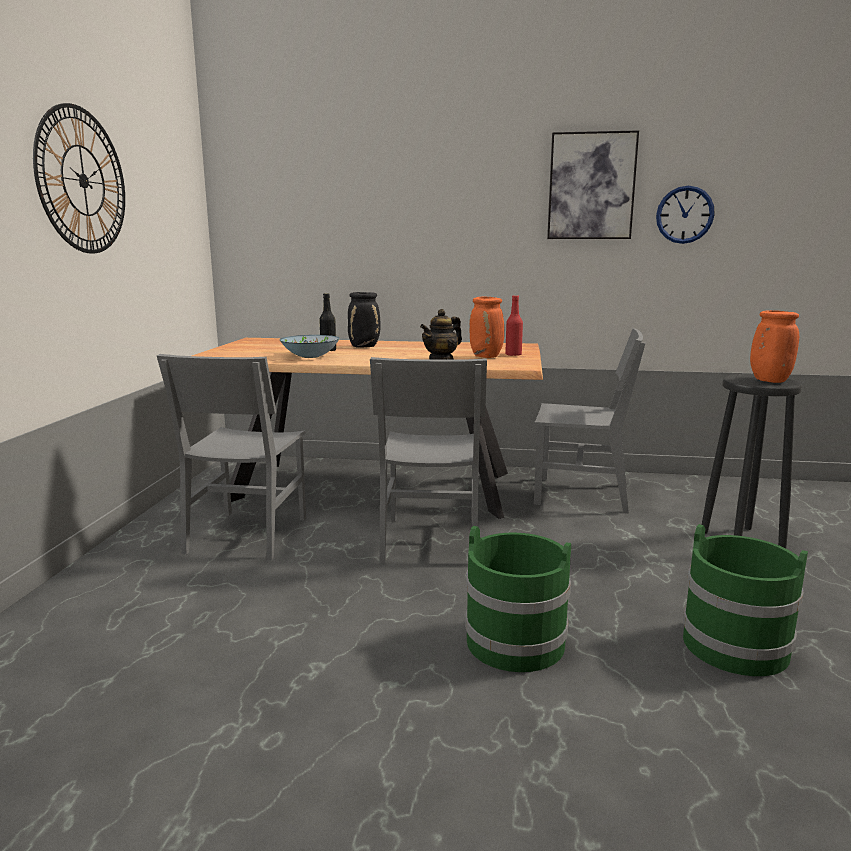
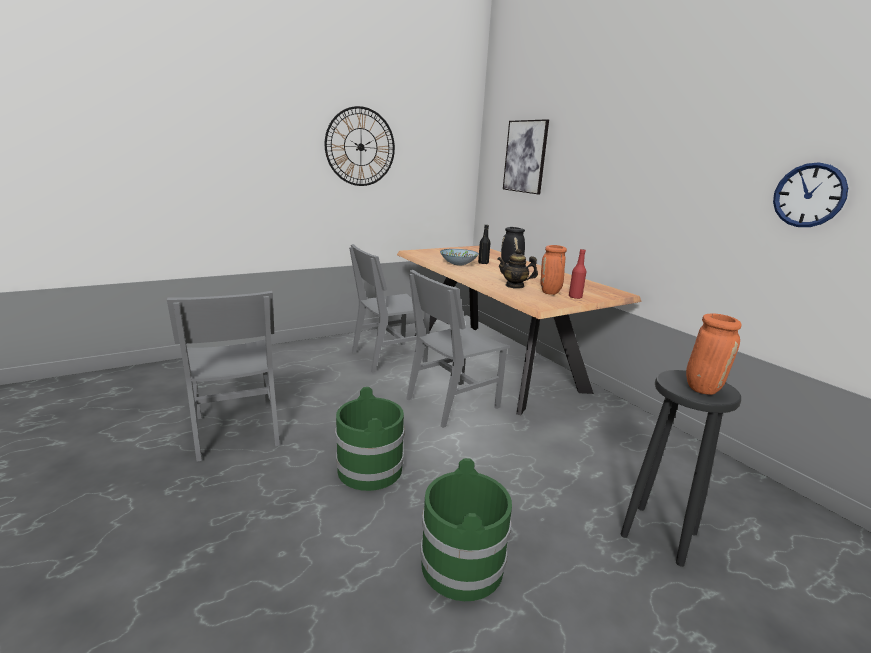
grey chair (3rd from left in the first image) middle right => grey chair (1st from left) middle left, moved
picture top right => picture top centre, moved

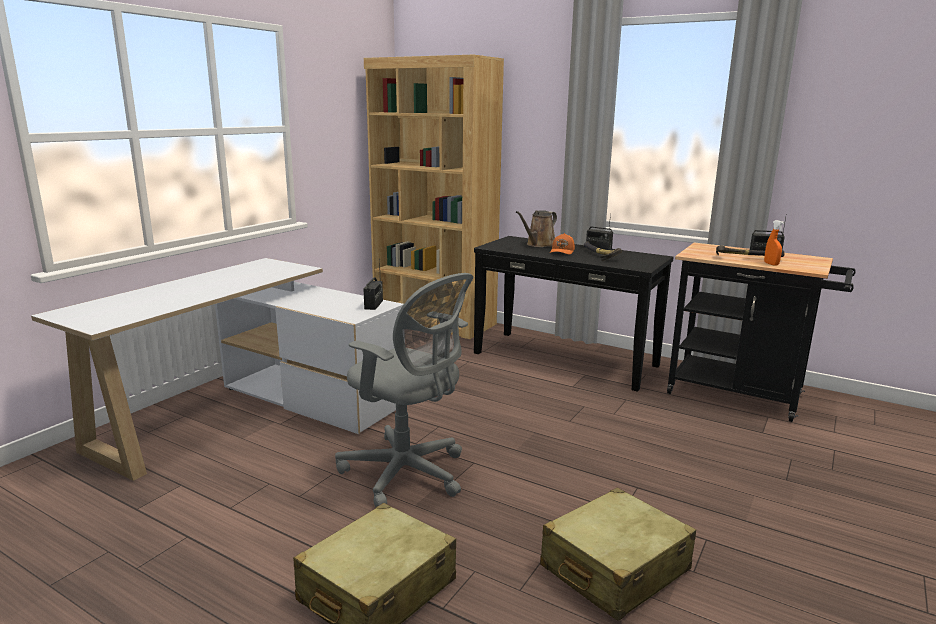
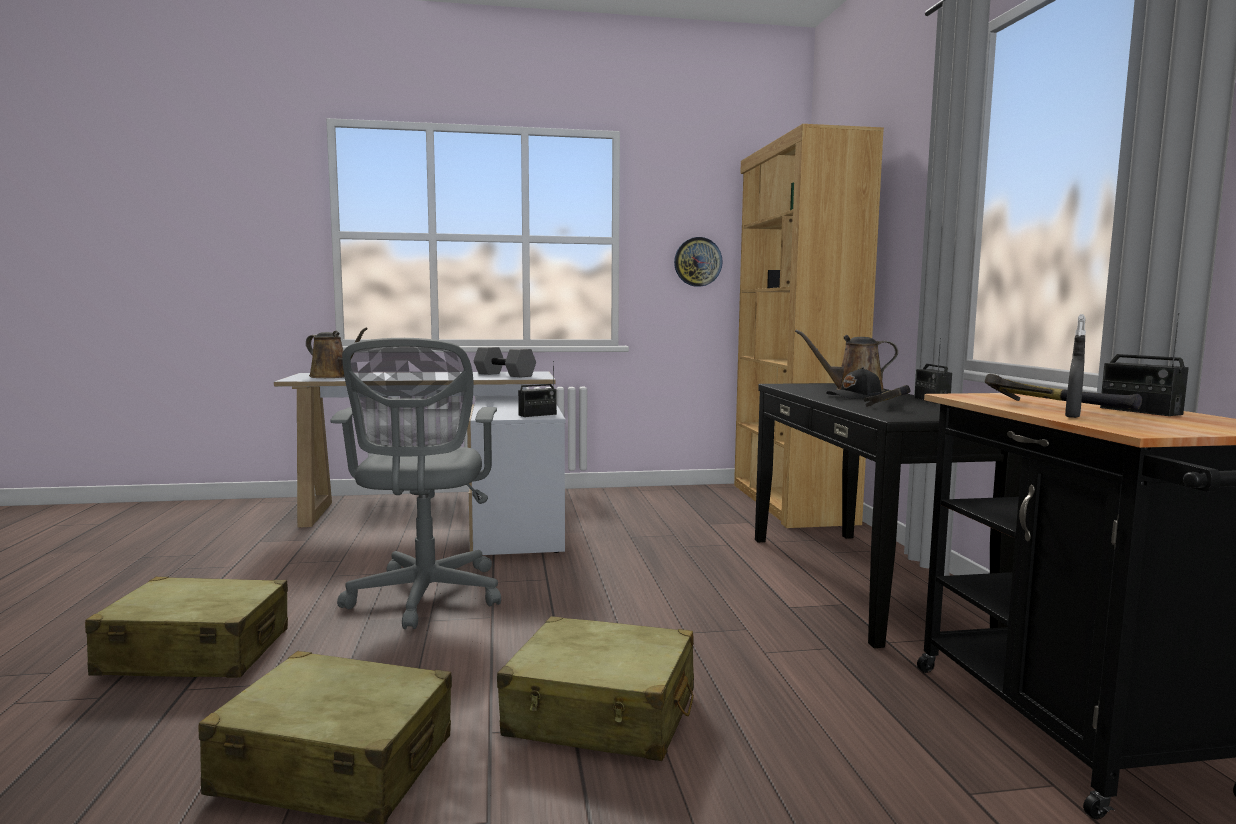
nothing => brown watering can (1st from left) middle left
nothing => grey dumbbell centre
nothing => beige suitcase (3rd from left) bottom centre
nothing => wall clock top centre
orange cap centre => black cap middle right
orange spray bottle middle right => grey spray bottle middle right

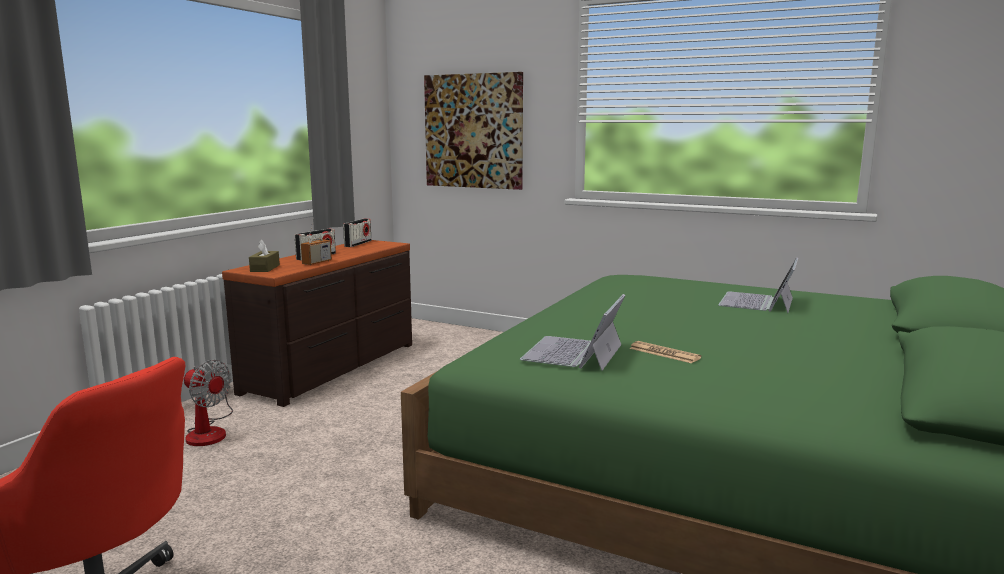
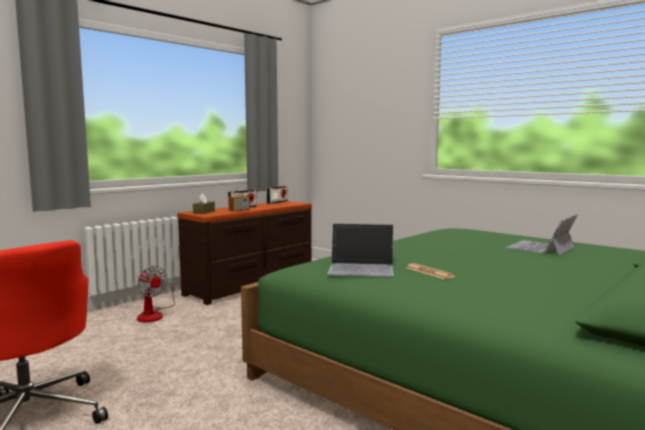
picture top centre => nothing
laptop (1st from left) centre, 120 degrees counterclockwise

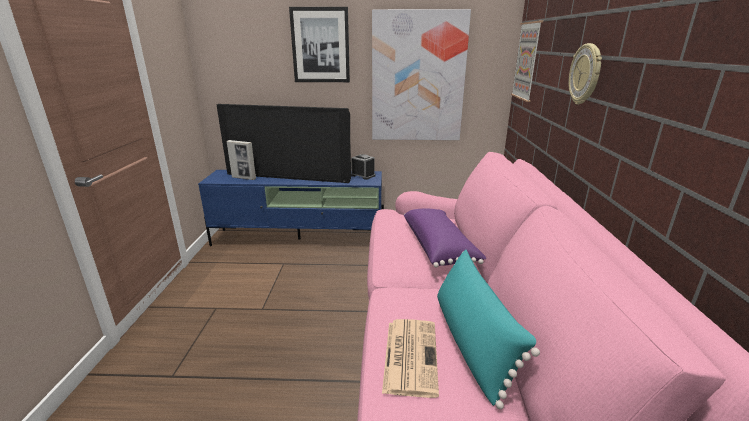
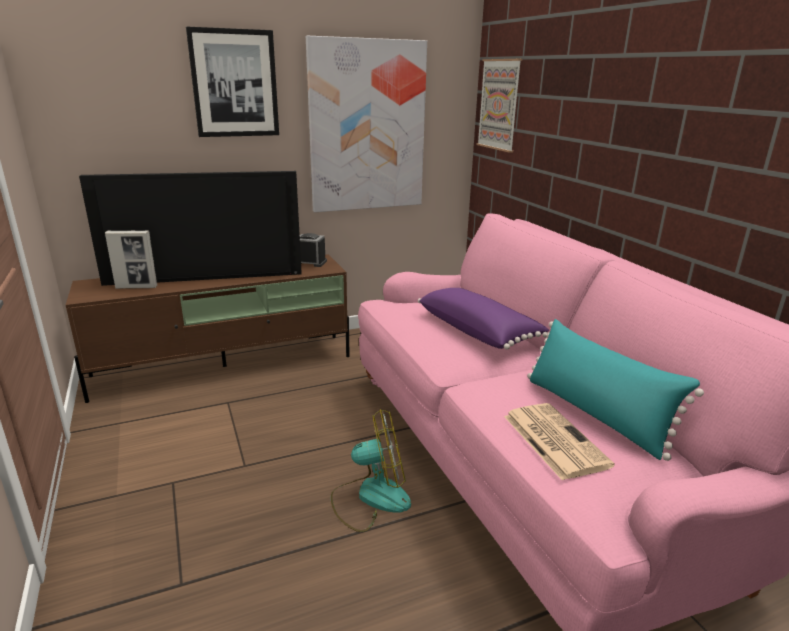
wall clock top right => nothing
nothing => fan bottom centre
blue tv stand centre => brown tv stand middle left

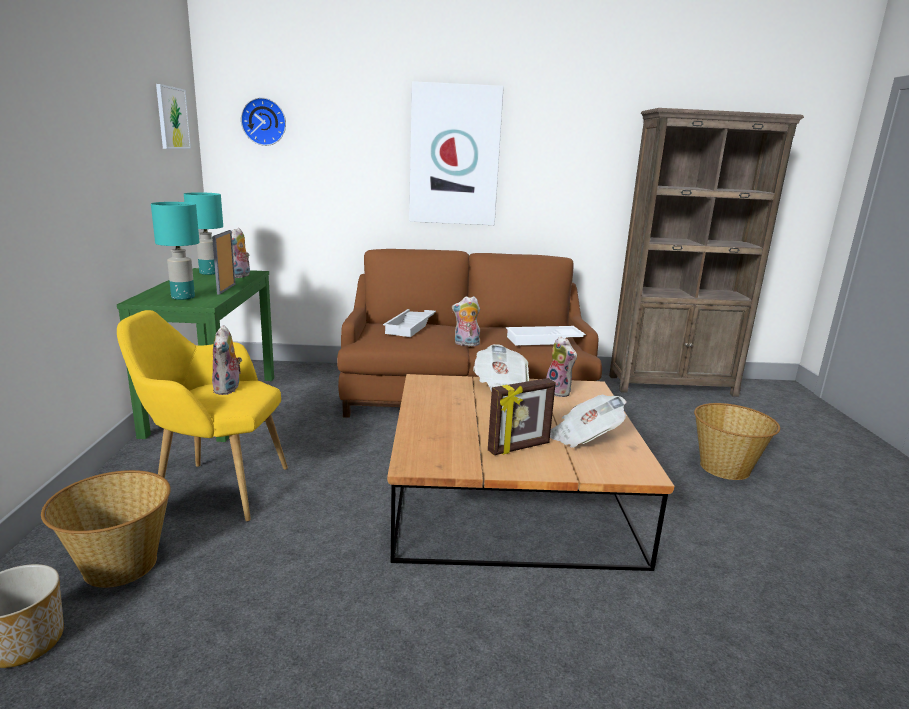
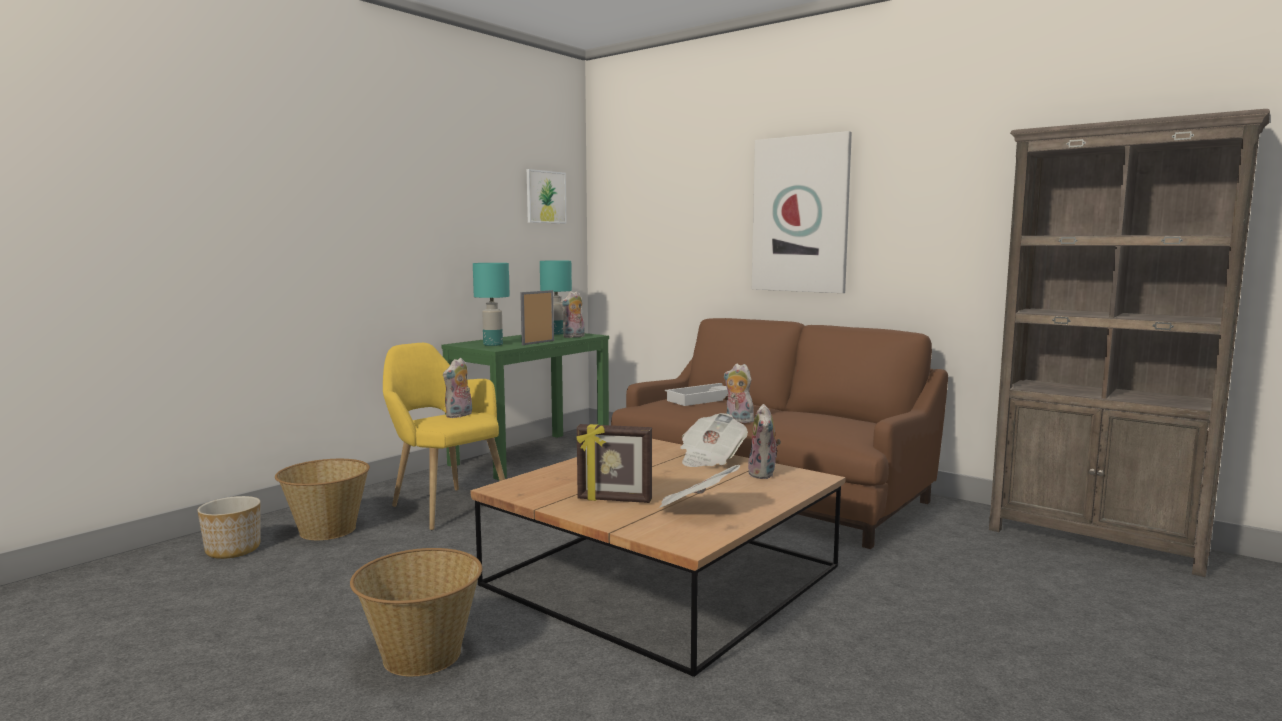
wall clock top left => nothing
white tray (2nd from left) centre => nothing
basket (2nd from left) middle right => basket (2nd from left) bottom left, moved

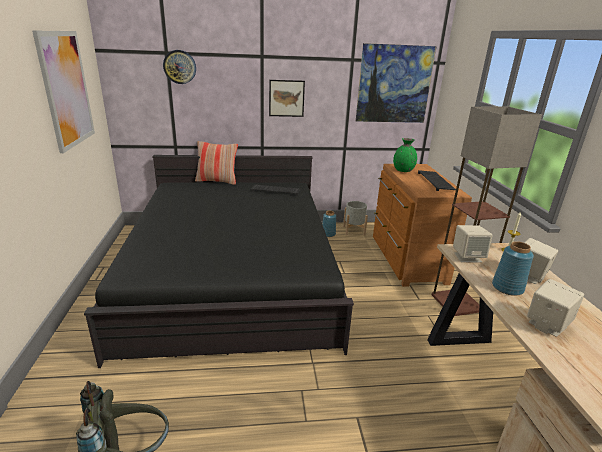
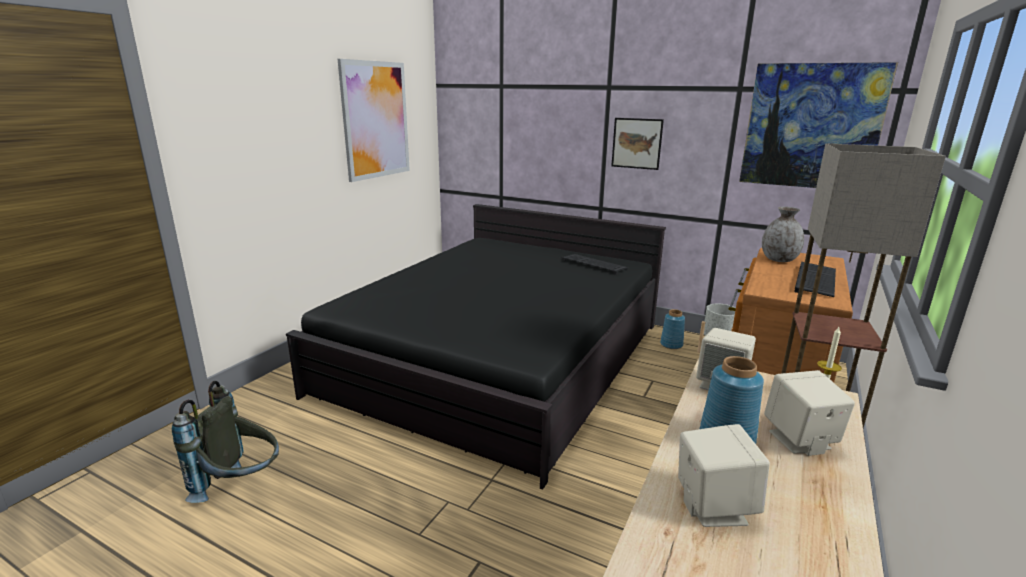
wall clock top left => nothing
pillow centre => nothing
green vase middle right => grey vase middle right

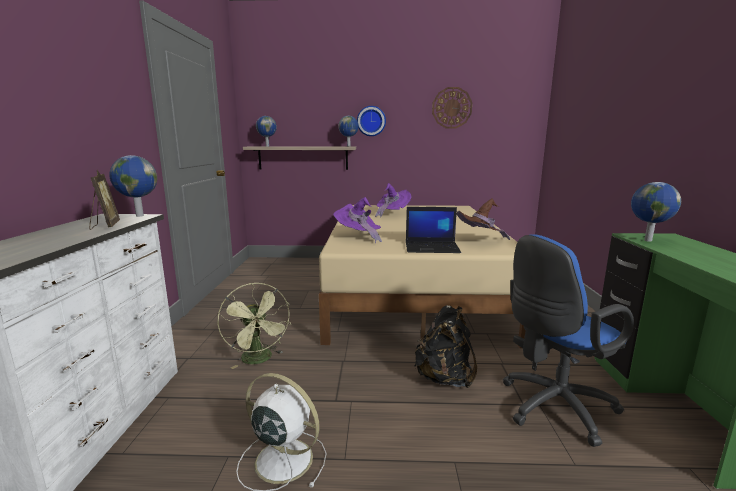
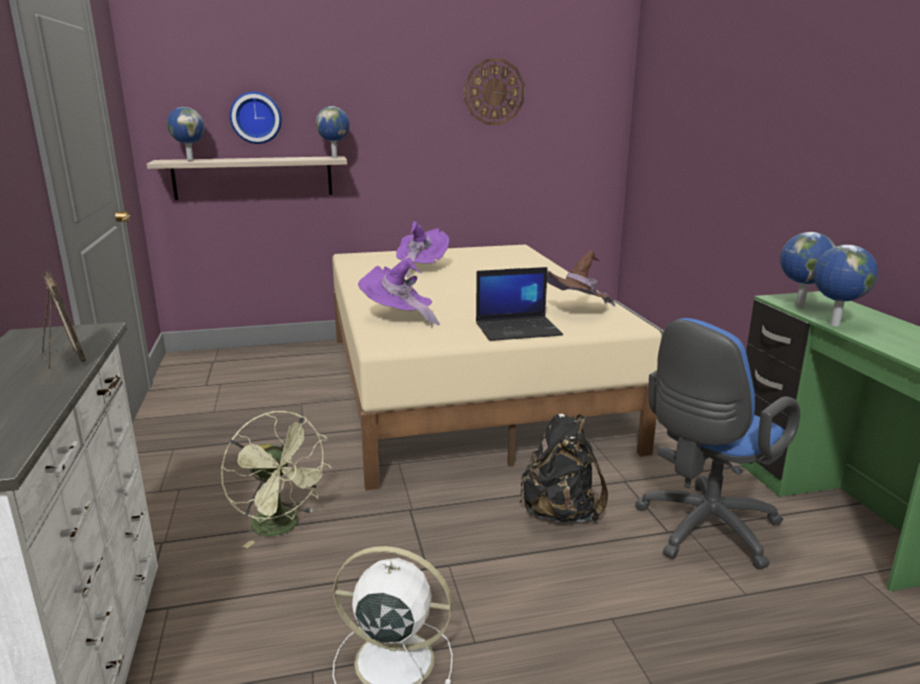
globe (1st from left in the first image) middle left => globe (4th from left) middle right, moved
wall clock (1st from left) top centre => wall clock (1st from left) top left, moved

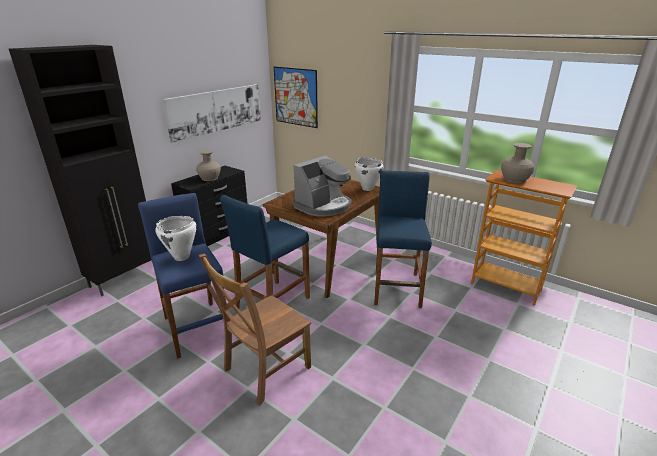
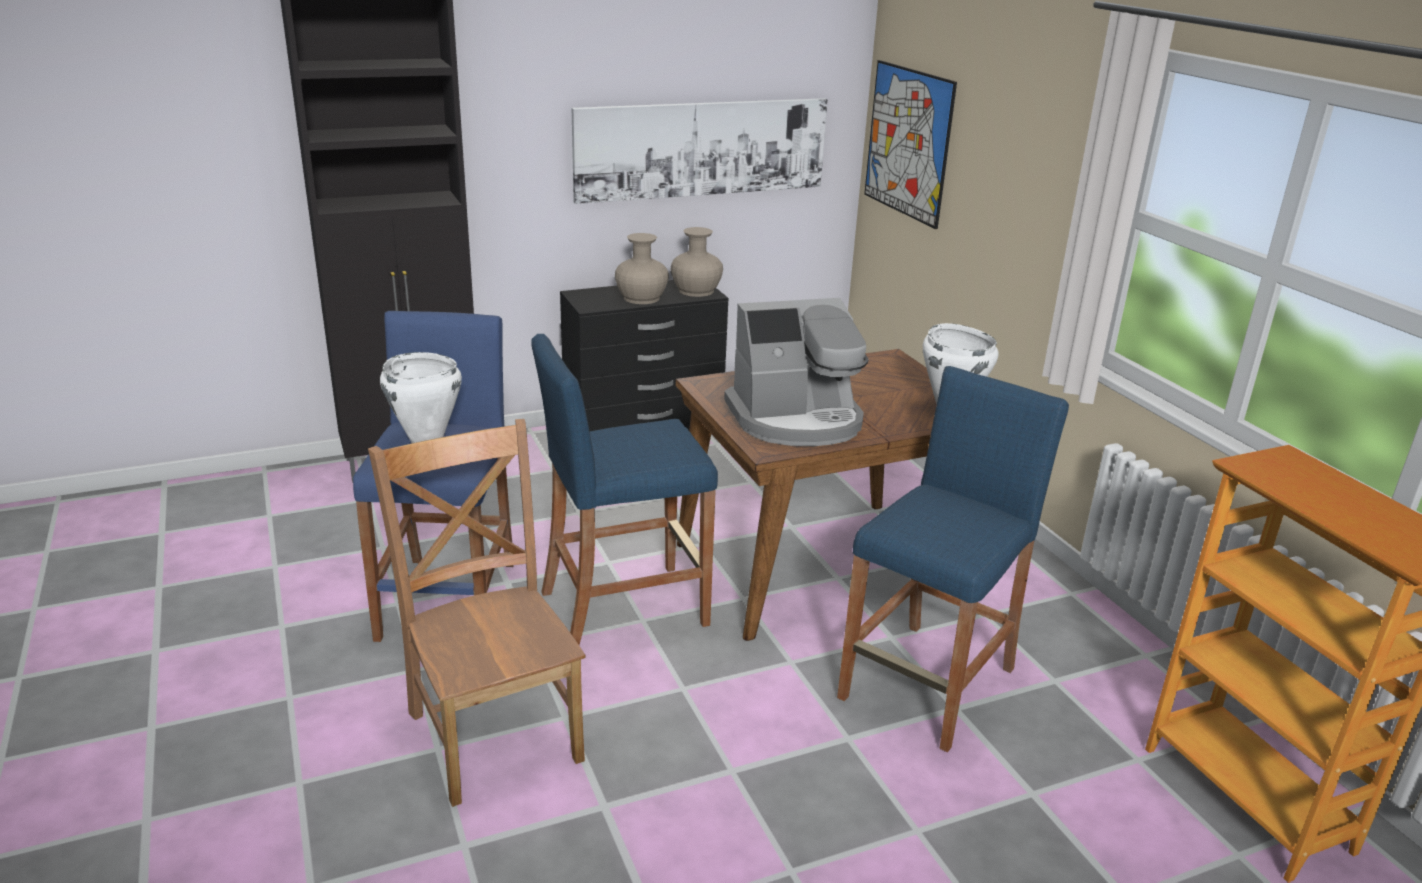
beige vase (2nd from left) middle right => beige vase (2nd from left) top centre, moved
brown chair bottom centre, 75 degrees clockwise

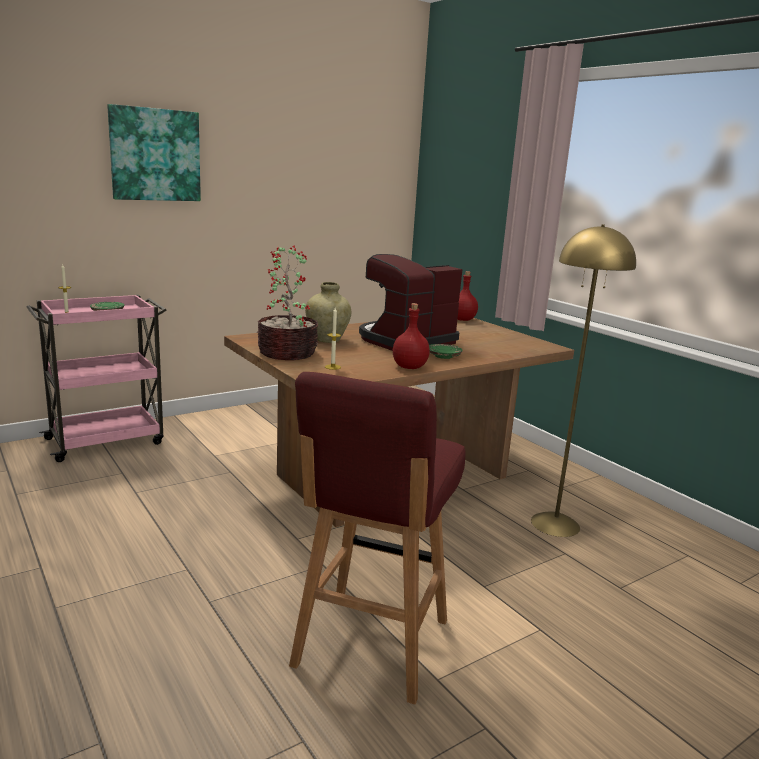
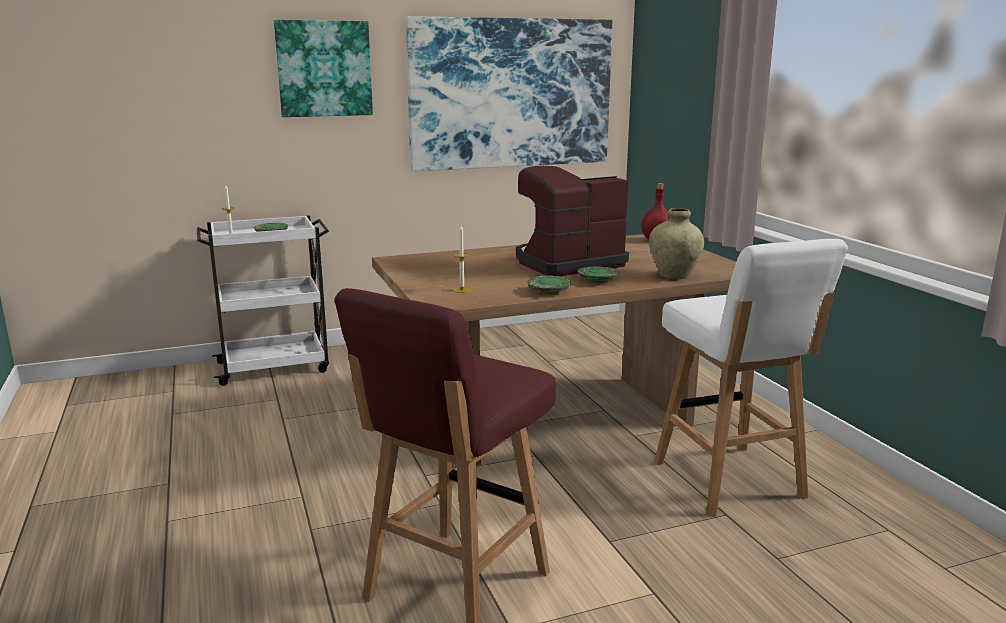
potted plant centre => nothing
nothing => picture (2nd from left) top centre
beige vase centre => beige vase middle right, moved
red bottle (1st from left) centre => green plate (2nd from left) centre
yellow floor lamp middle right => white stool middle right
pink cart middle left => white cart middle left

